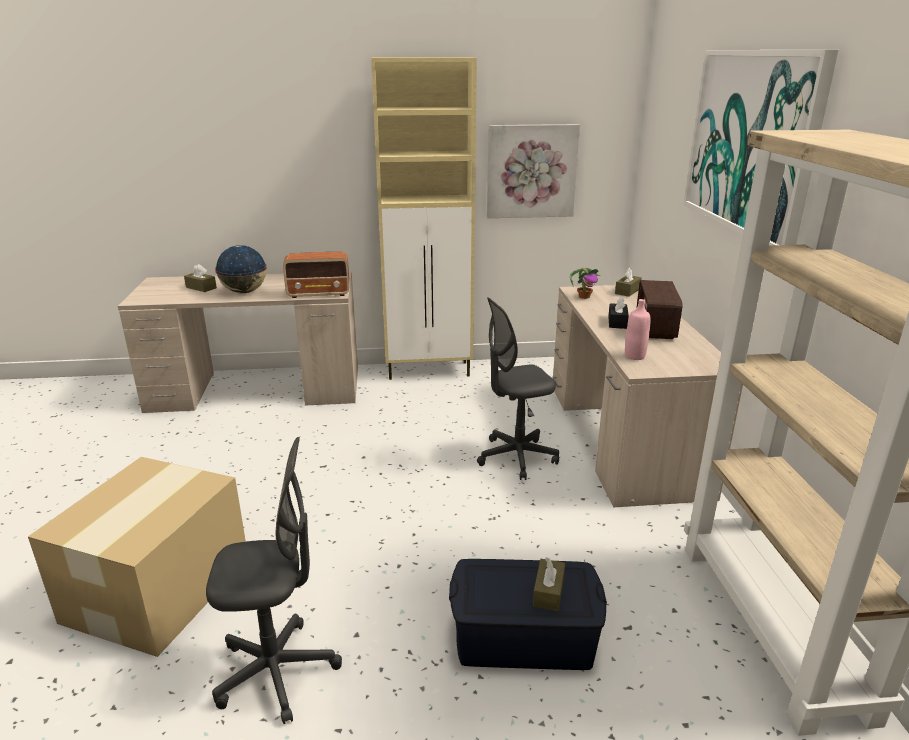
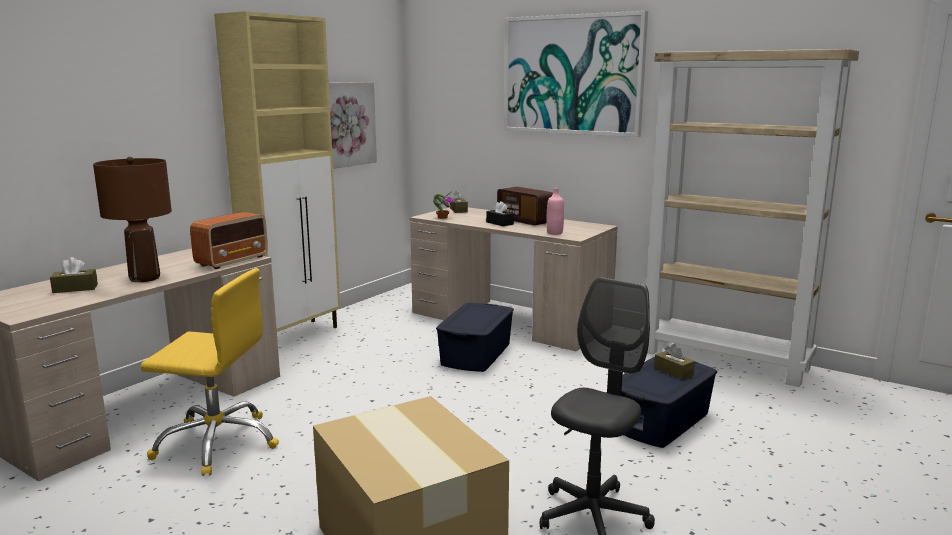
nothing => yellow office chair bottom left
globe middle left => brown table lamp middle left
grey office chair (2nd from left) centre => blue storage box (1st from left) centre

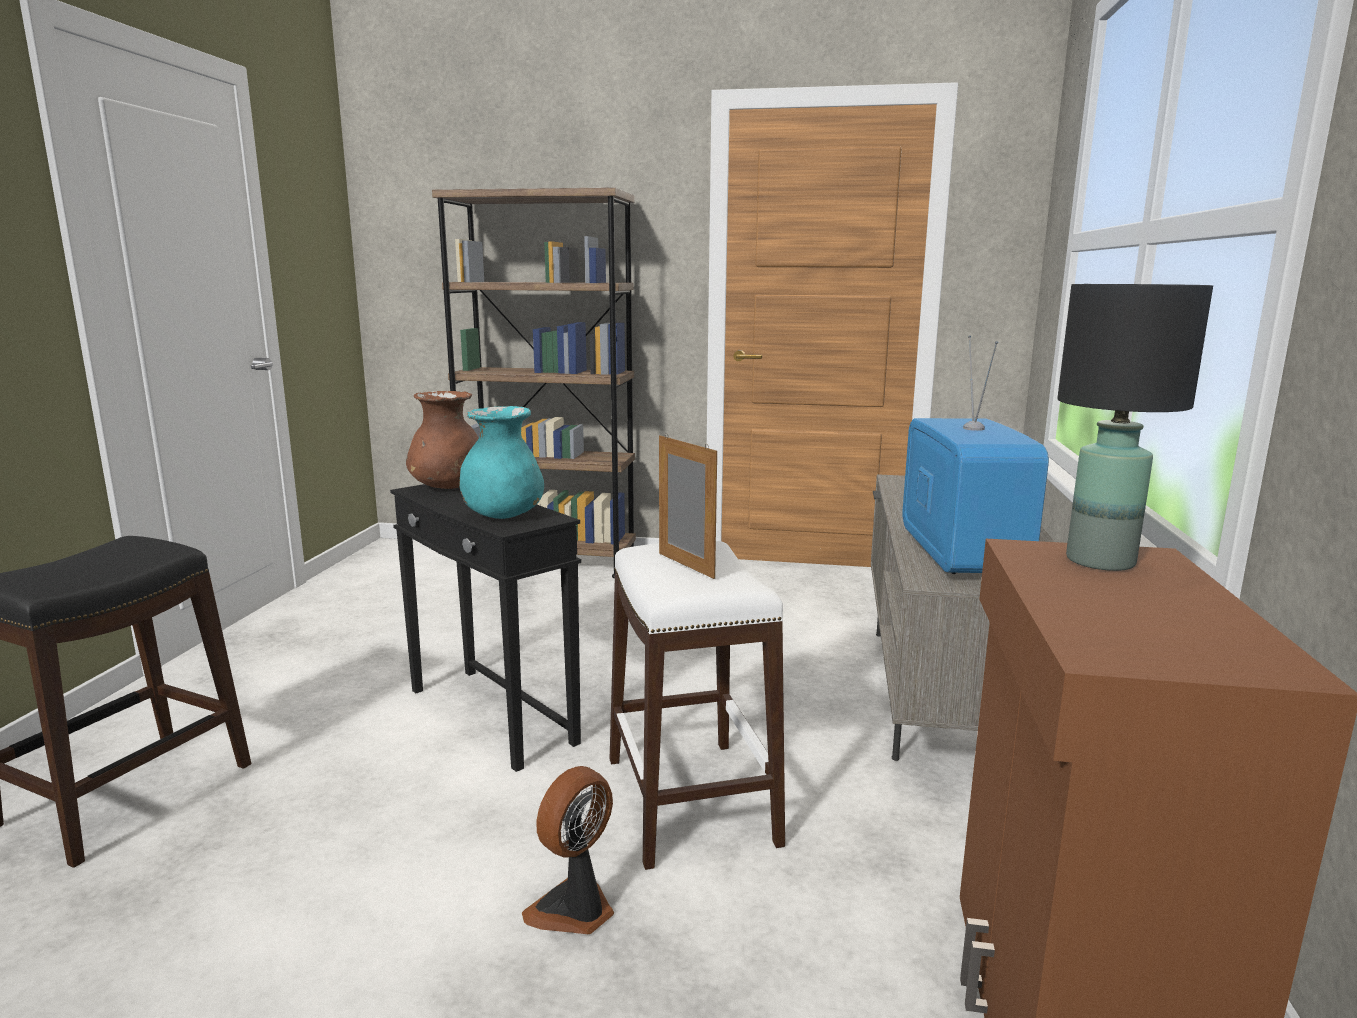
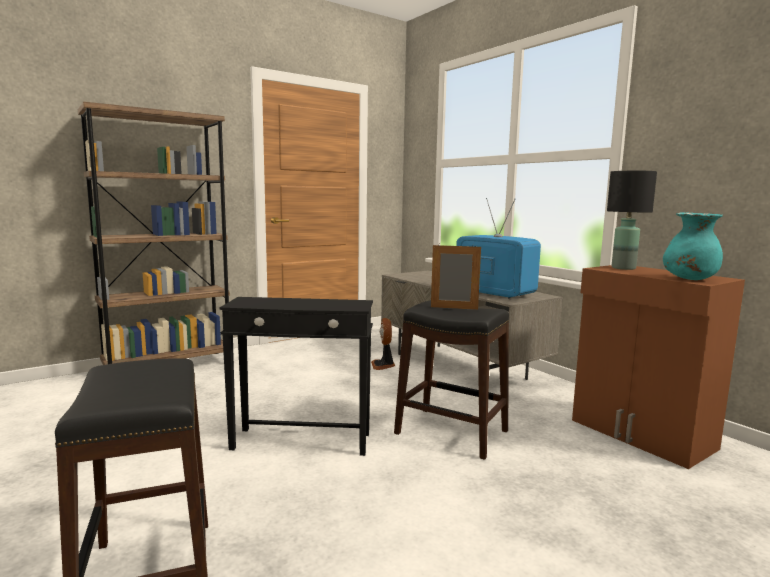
brown vase middle left => nothing
turquoise vase centre => turquoise vase middle right, moved
fan bottom centre => fan centre, moved
white stool bottom centre => black stool (2nd from left) centre

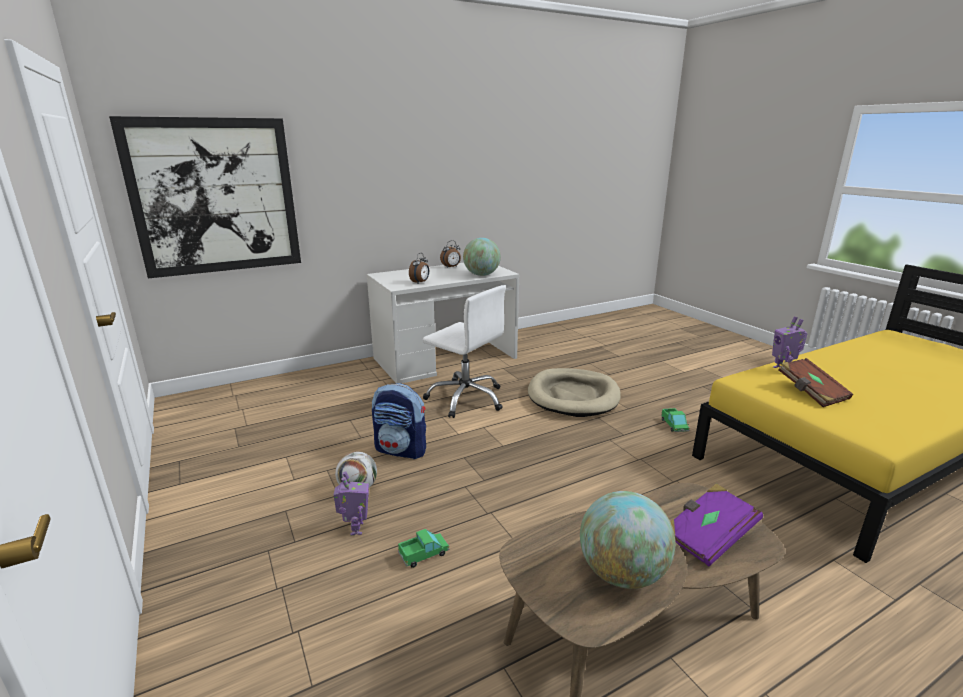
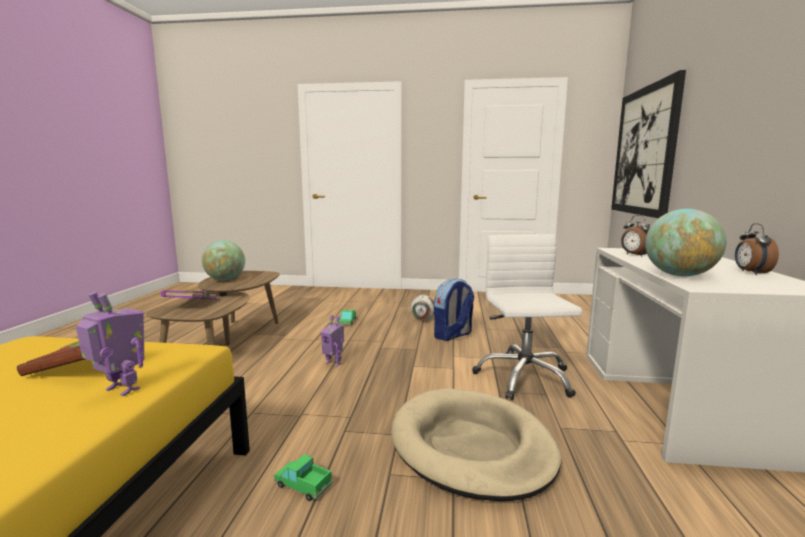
toy robot (1st from left in the first image) bottom centre => toy robot (2nd from left) centre, moved
white office chair centre, 105 degrees clockwise

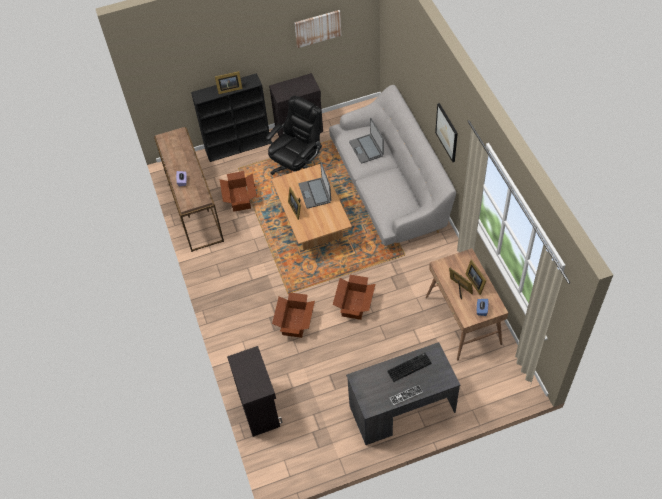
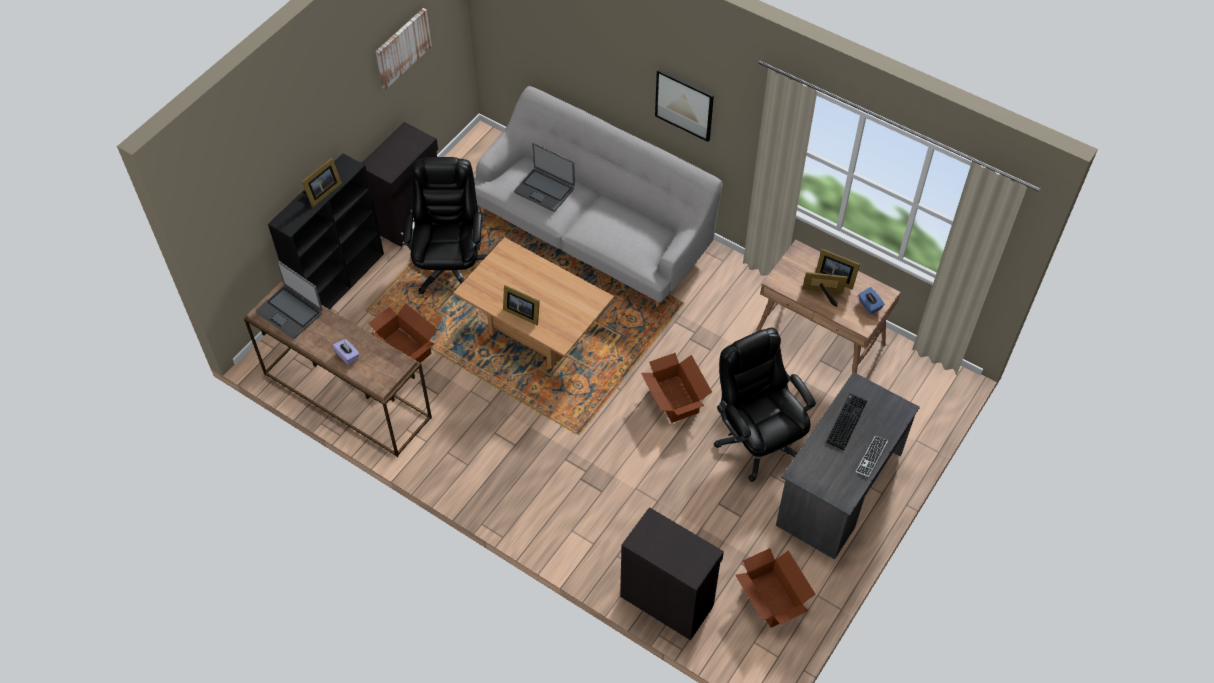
nothing => black office chair (2nd from left) centre
cardboard box (2nd from left in the first image) centre => cardboard box (3rd from left) bottom centre, moved
laptop (1st from left) centre => laptop (1st from left) middle left, moved

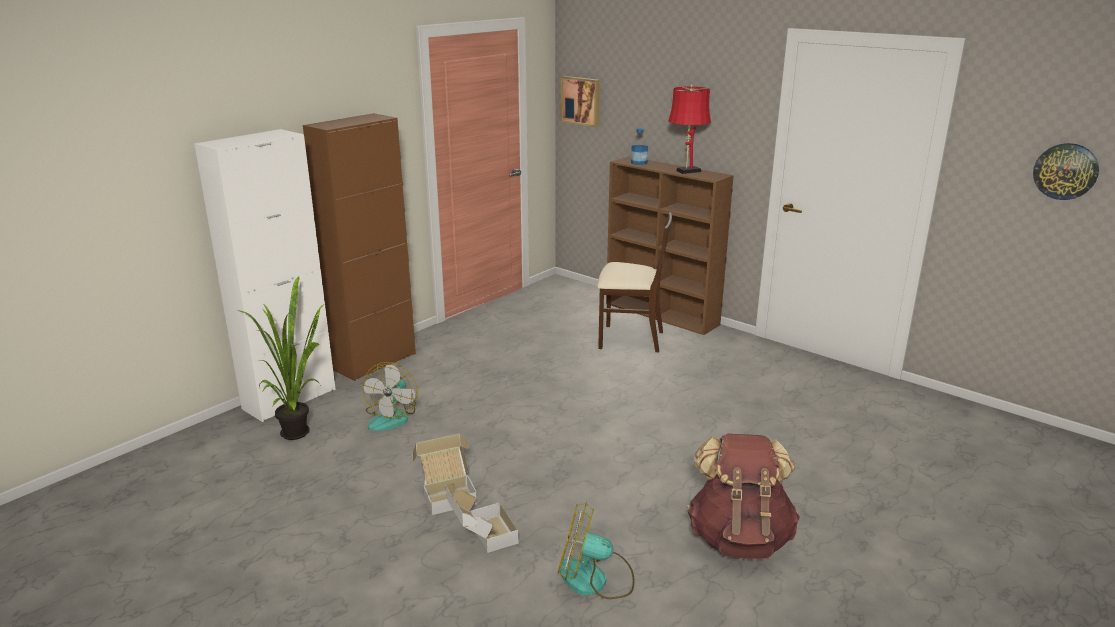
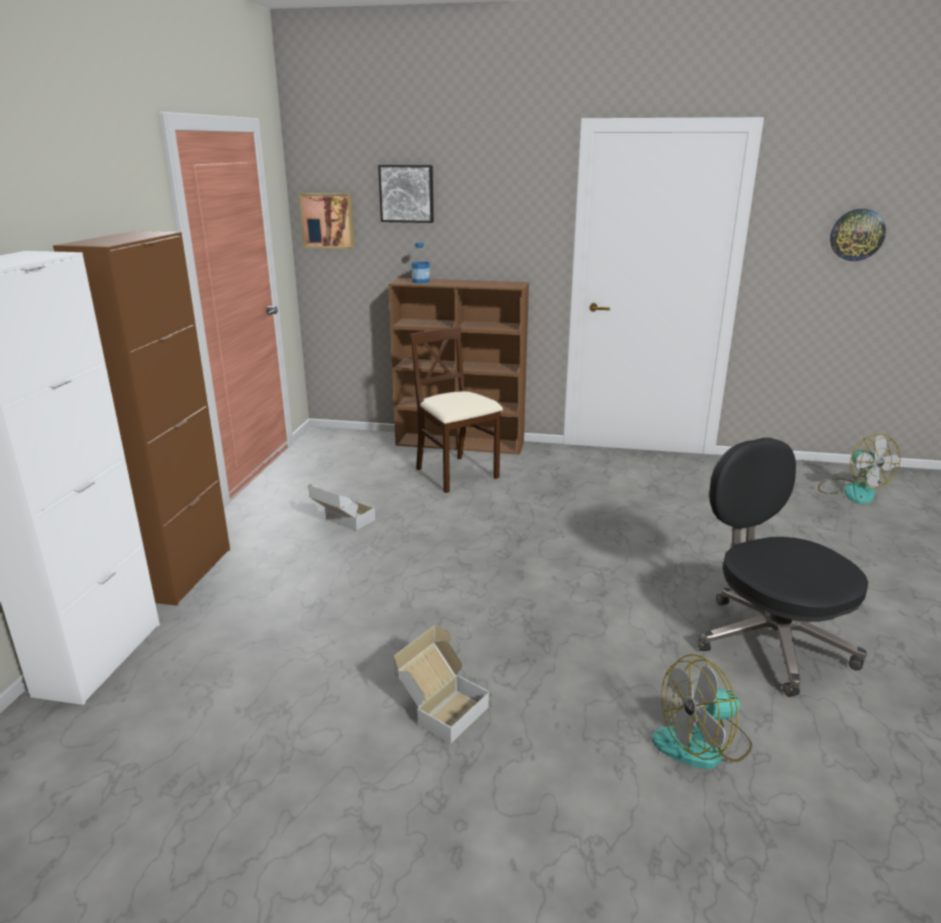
potted plant middle left => nothing
red table lamp top centre => nothing
nothing => picture (2nd from left) top centre
fan (1st from left in the first image) centre => fan (2nd from left) middle right, moved
cardboard box (2nd from left in the first image) bottom centre => cardboard box (1st from left) centre, moved
brown backpack bottom centre => black office chair middle right
beige chair centre, 105 degrees counterclockwise

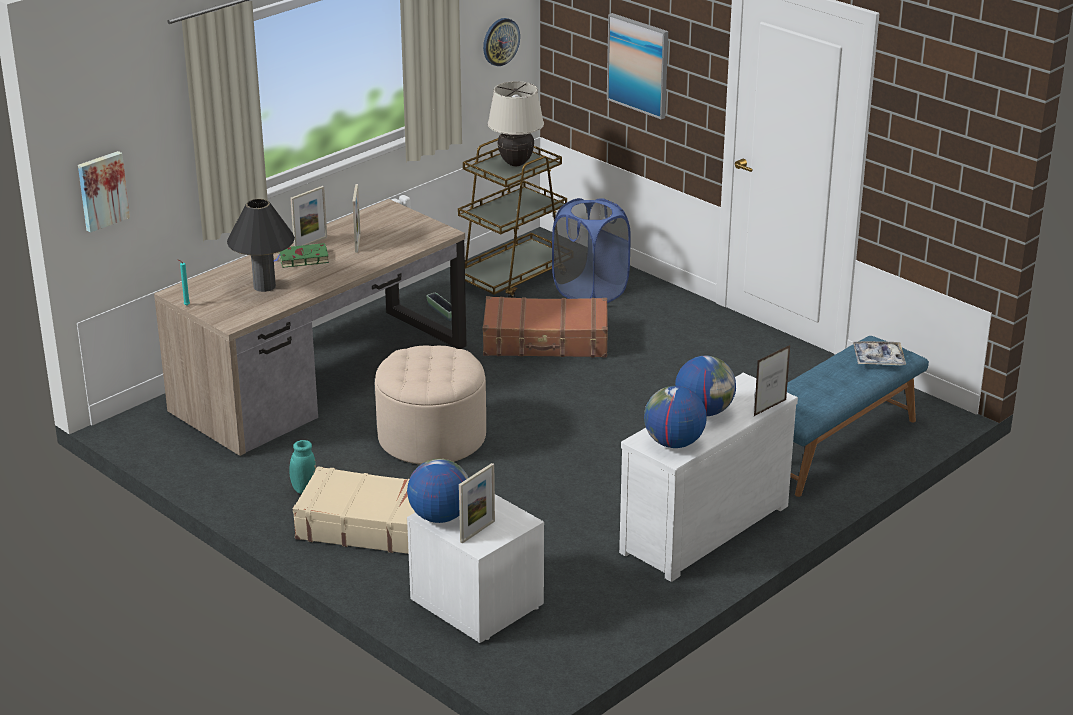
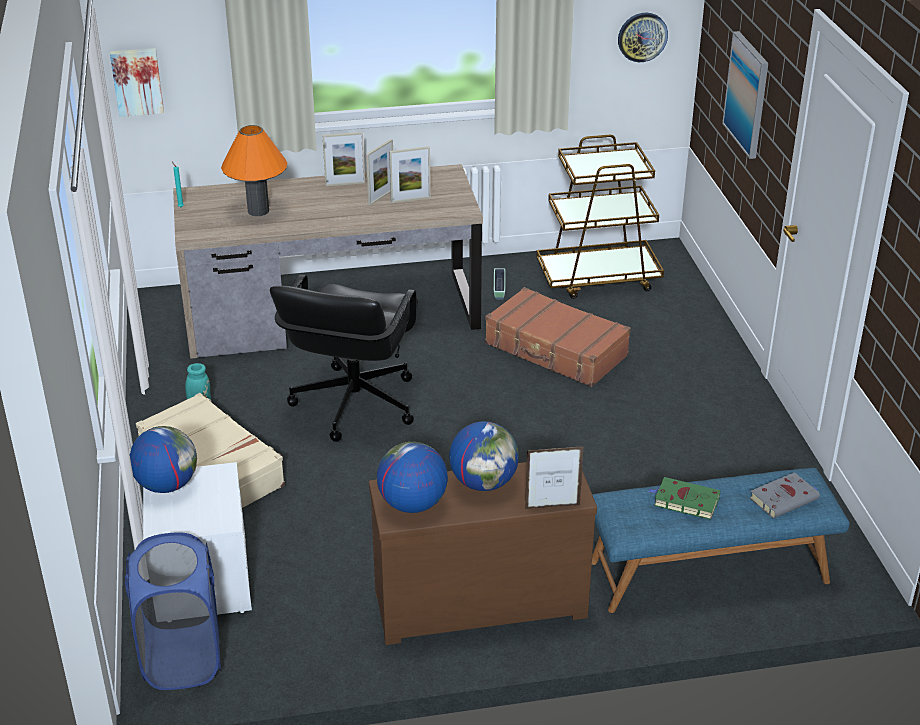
beige table lamp top centre => nothing
green book middle left => green book bottom right, moved
picture frame (3rd from left) bottom centre => picture frame (3rd from left) top centre, moved
blue laundry basket centre => blue laundry basket bottom left, moved
beige ottoman centre => black office chair centre
tray middle right => grey book bottom right
black table lamp middle left => orange table lamp top left
white dresser bottom centre => brown dresser bottom centre

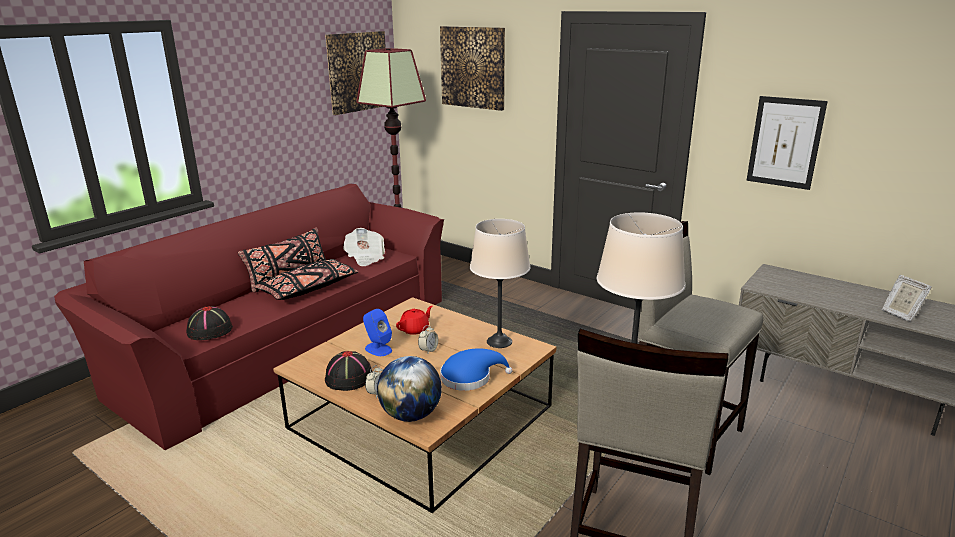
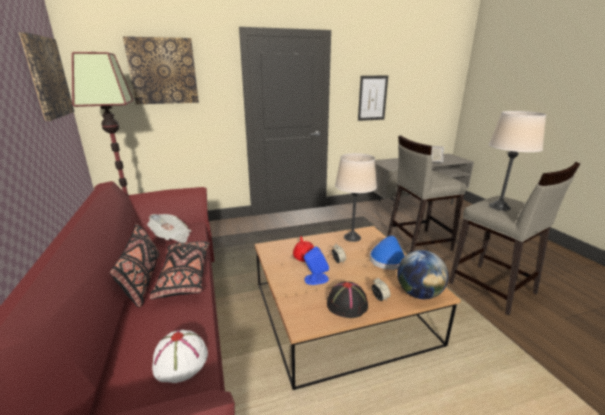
black hat (1st from left) middle left => white hat bottom left

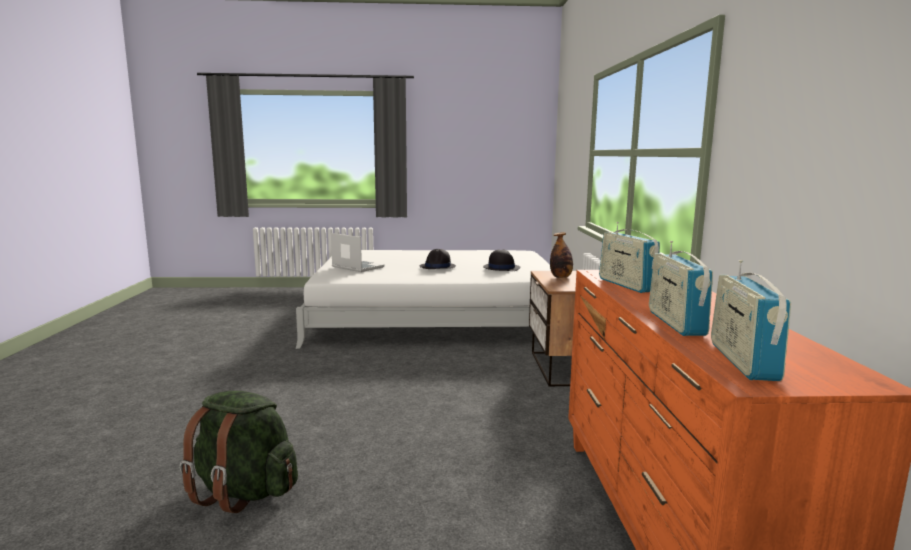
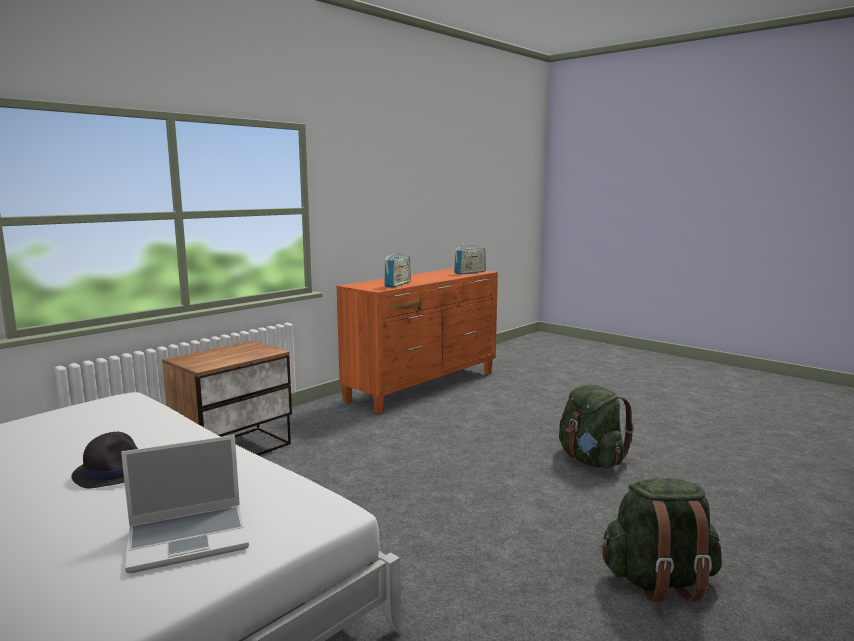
black hat (2nd from left) centre => nothing
bottle centre => nothing
radio (2nd from left) middle right => nothing
nothing => green backpack (2nd from left) bottom right
laptop centre => laptop bottom left, 105 degrees counterclockwise

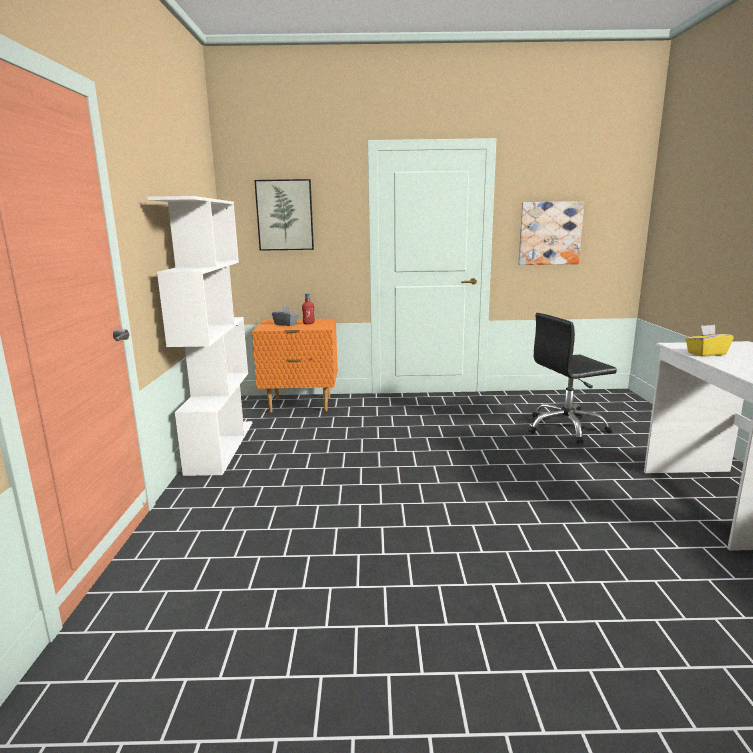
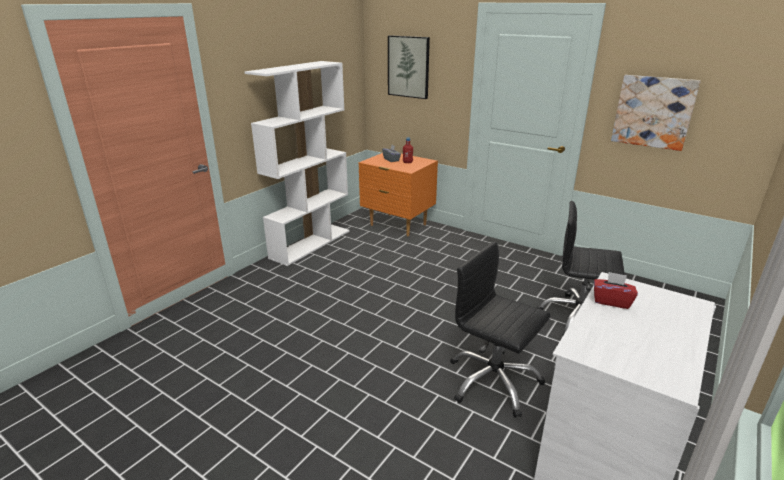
nothing => black office chair (1st from left) bottom centre
yellow tissue box middle right => red tissue box middle right

